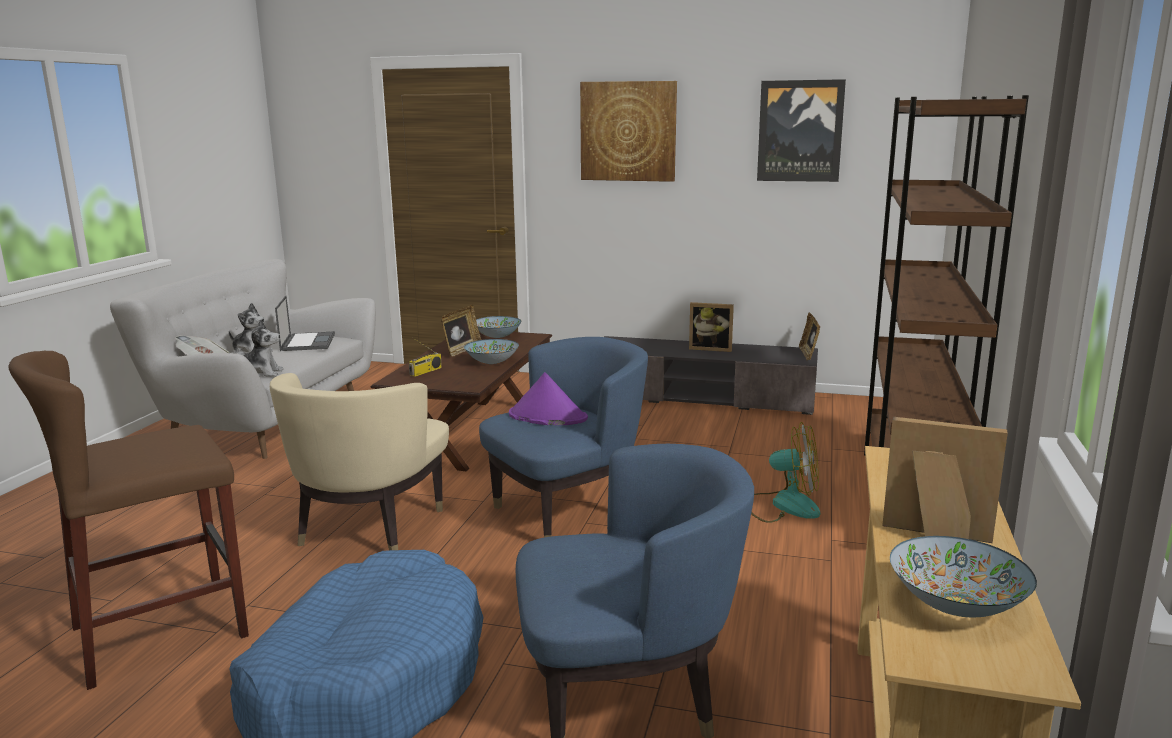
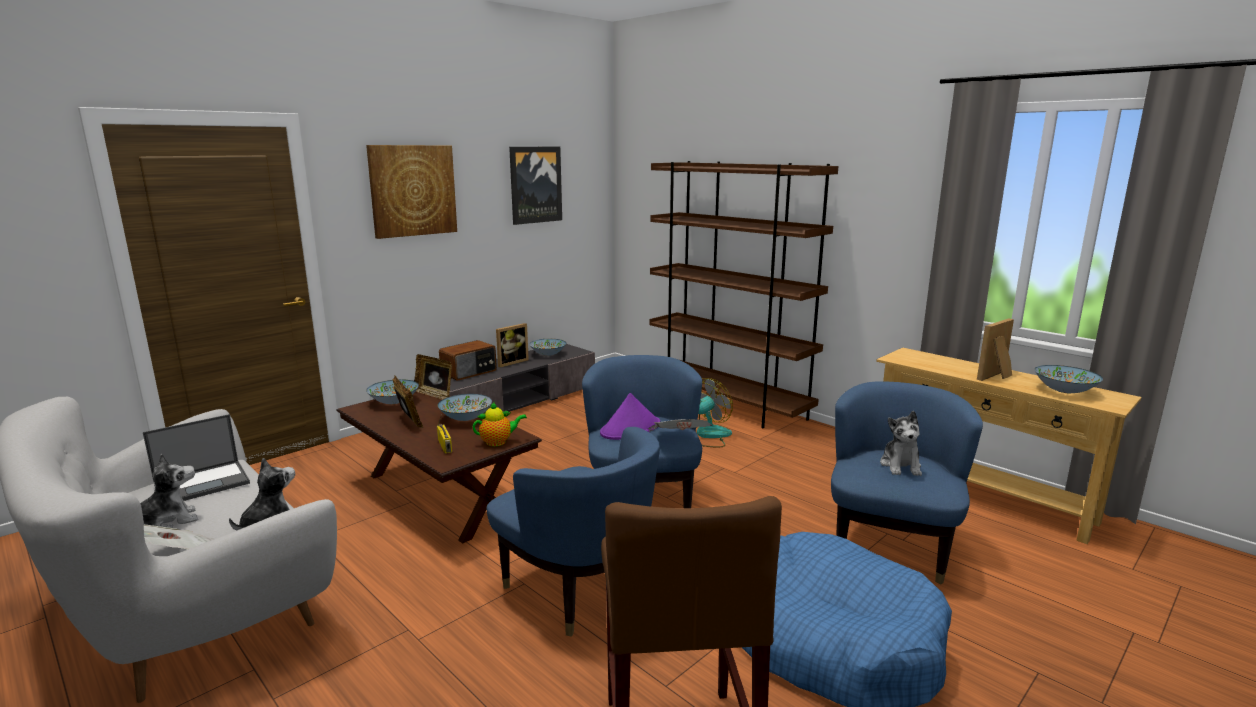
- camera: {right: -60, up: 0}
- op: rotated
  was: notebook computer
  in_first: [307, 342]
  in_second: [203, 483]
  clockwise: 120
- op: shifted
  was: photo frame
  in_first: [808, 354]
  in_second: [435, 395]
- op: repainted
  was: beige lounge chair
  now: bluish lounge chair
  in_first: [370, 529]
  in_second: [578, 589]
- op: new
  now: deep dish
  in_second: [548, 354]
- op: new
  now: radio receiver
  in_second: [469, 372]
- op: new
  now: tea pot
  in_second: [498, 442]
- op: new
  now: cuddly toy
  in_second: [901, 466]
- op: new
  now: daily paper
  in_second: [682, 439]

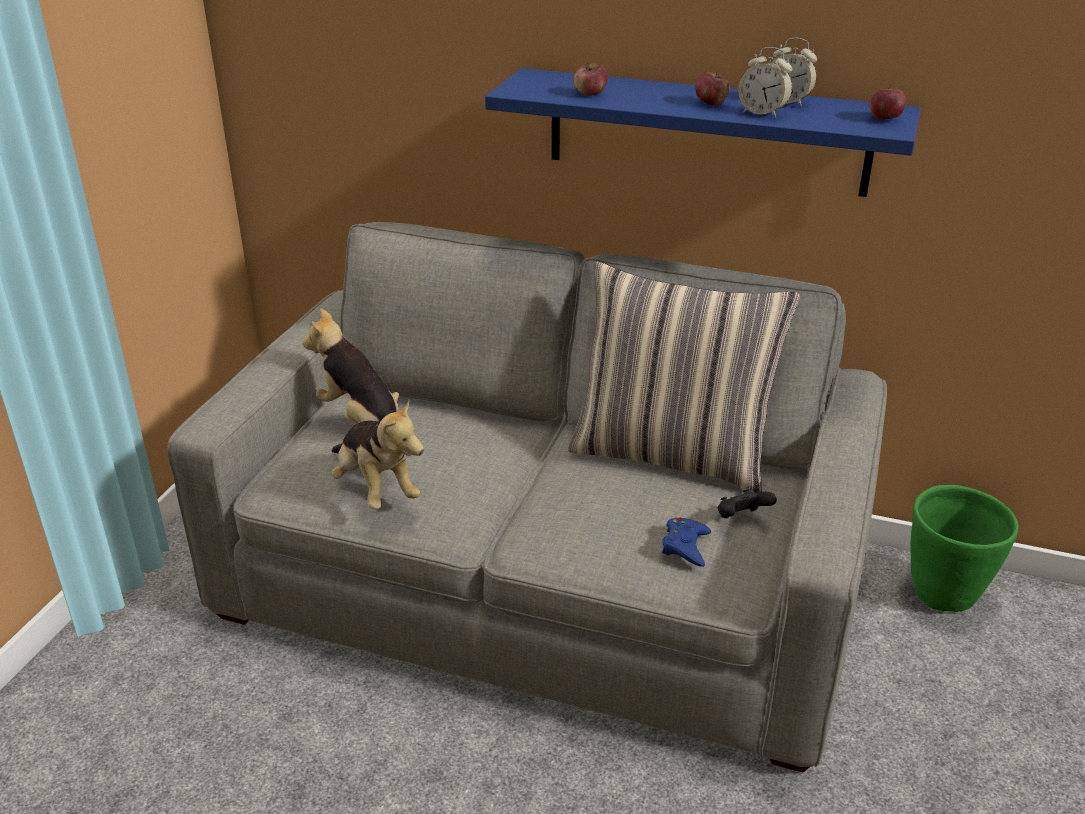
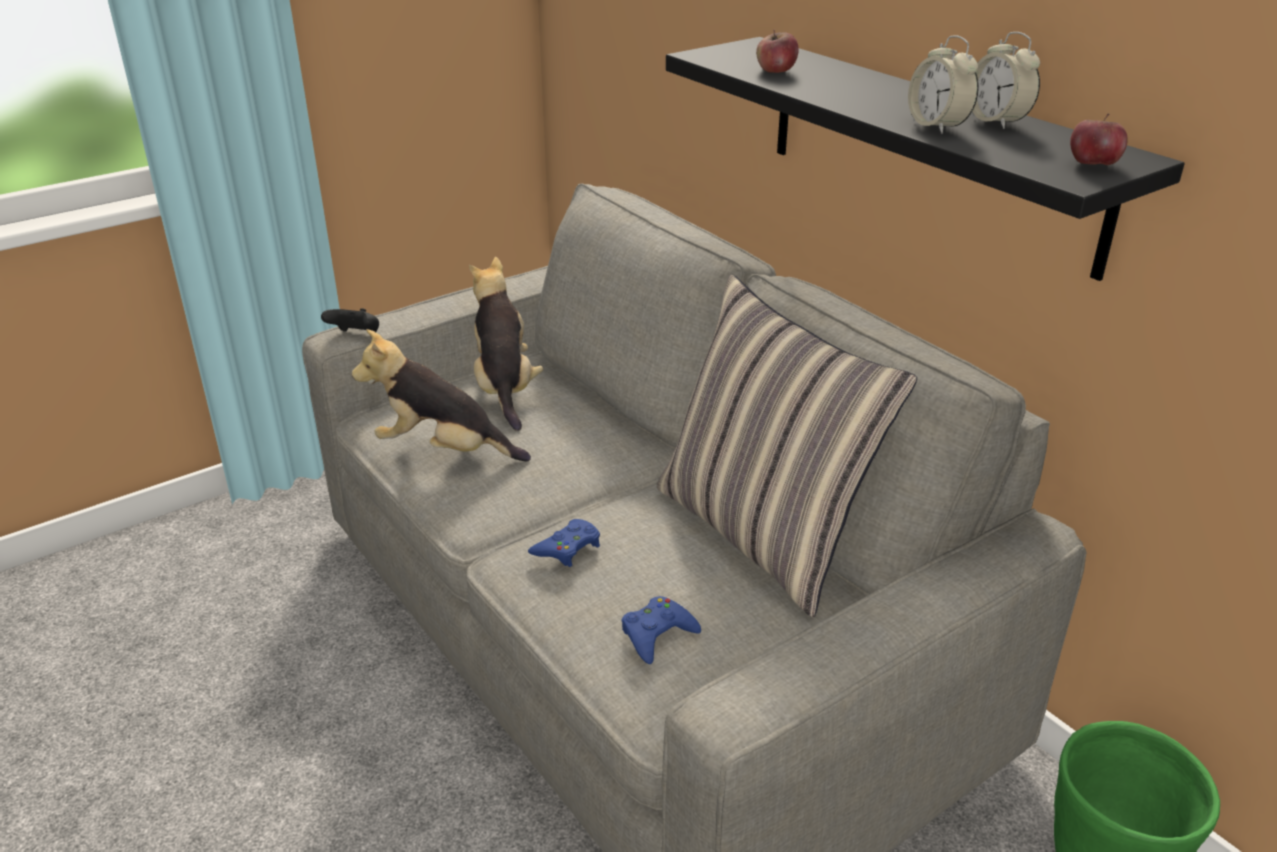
- camera: {right: 35, up: 0}
- op: repainted
  was: bluish shelf
  now: black-coloured shelf
  in_first: [707, 132]
  in_second: [928, 150]
- op: gone
  was: whole apple
  in_first: [711, 103]
- op: rotated
  was: cuddly toy
  in_first: [375, 488]
  in_second: [443, 450]
  clockwise: 105
- op: shifted
  was: black-coloured game controller
  in_first: [741, 518]
  in_second: [356, 336]
- op: new
  now: bluish game controller
  in_second: [567, 548]

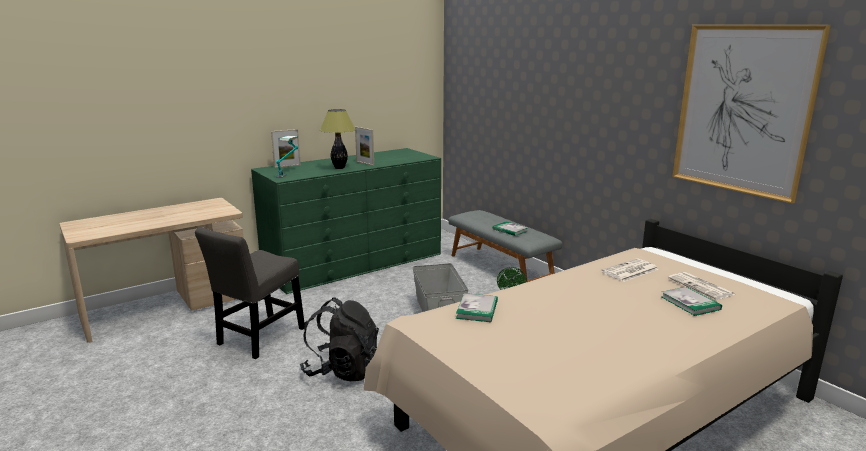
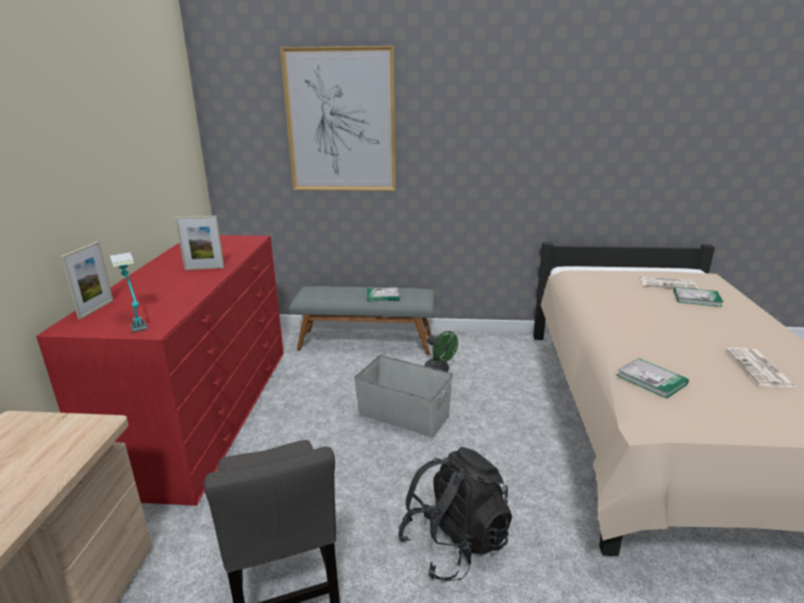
- camera: {right: -50, up: 5}
- op: shifted
  was: wall picture
  in_first: [742, 110]
  in_second: [341, 121]
- op: gone
  was: tabletop lamp
  in_first: [339, 168]
- op: repainted
  was: green chest of drawers
  now: red-coloured chest of drawers
  in_first: [354, 262]
  in_second: [206, 412]
- op: shifted
  was: daily paper
  in_first: [630, 271]
  in_second: [760, 369]

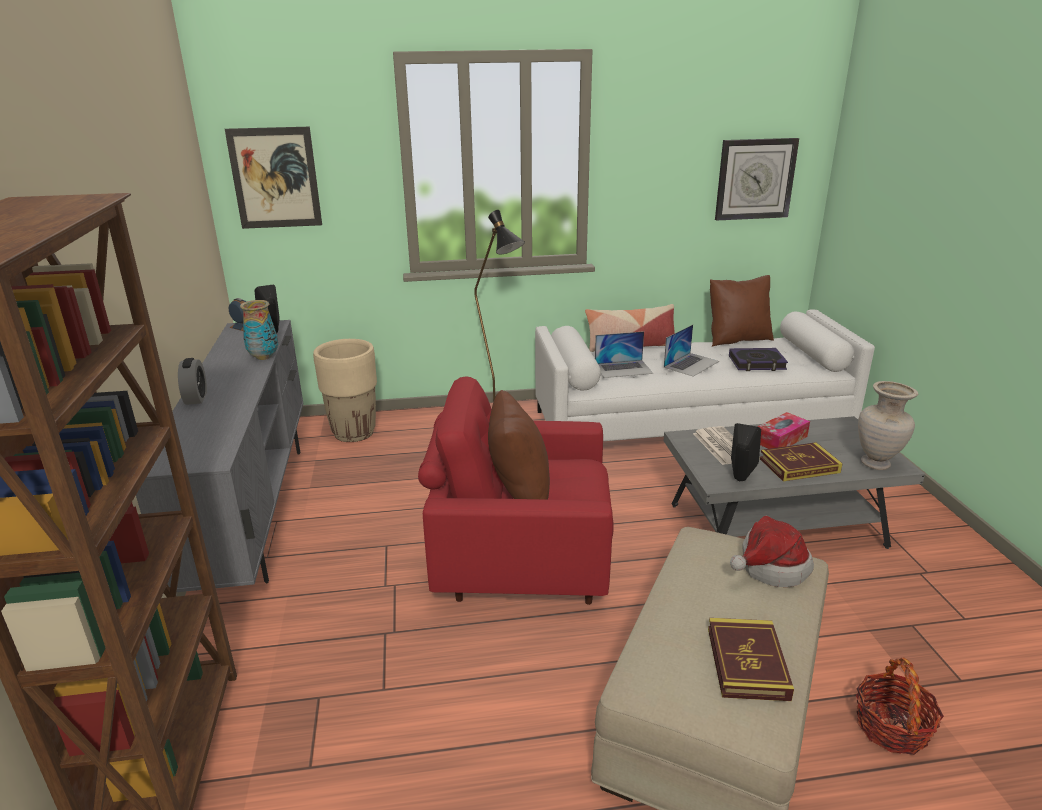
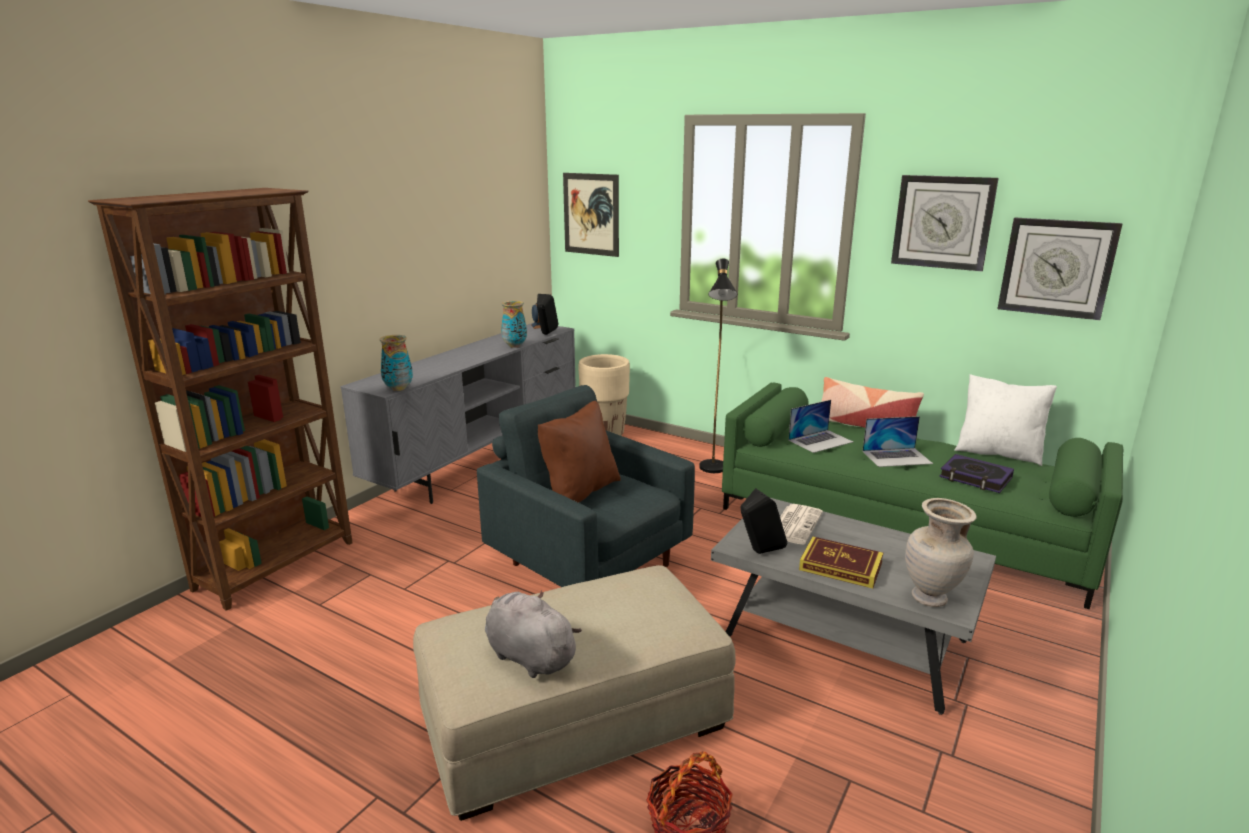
- camera: {right: 40, up: -5}
- op: repainted
  was: brownish cushion
  now: white cushion
  in_first: [737, 339]
  in_second: [998, 453]
- op: repainted
  was: white sofa
  now: green sofa
  in_first: [690, 422]
  in_second: [901, 527]
- op: rotated
  was: notebook computer
  in_first: [623, 369]
  in_second: [820, 441]
  clockwise: -60
- op: gone
  was: alarm clock
  in_first: [196, 398]
- op: repainted
  was: red-coloured lounge chair
  now: gray lounge chair
  in_first: [521, 562]
  in_second: [588, 562]
- op: gone
  was: tissue holder
  in_first: [780, 439]
- op: gone
  was: hat
  in_first: [769, 567]
- op: swapped
  was: bound book
  now: gray cuddly toy
  in_first: [747, 663]
  in_second: [528, 655]
- op: new
  now: clock on the wall
  in_second: [942, 222]
- op: new
  now: flower vase
  in_second: [398, 388]

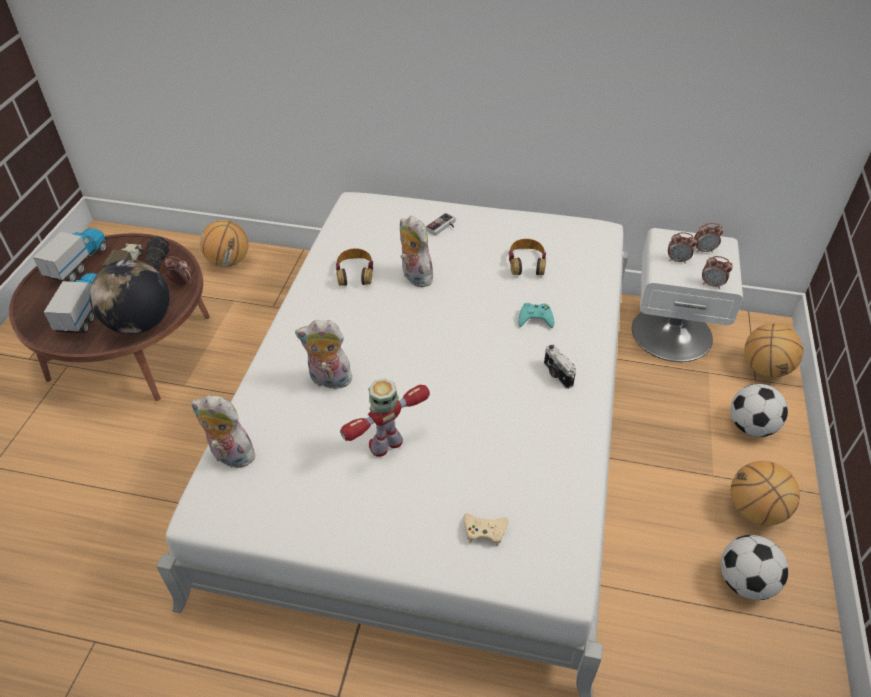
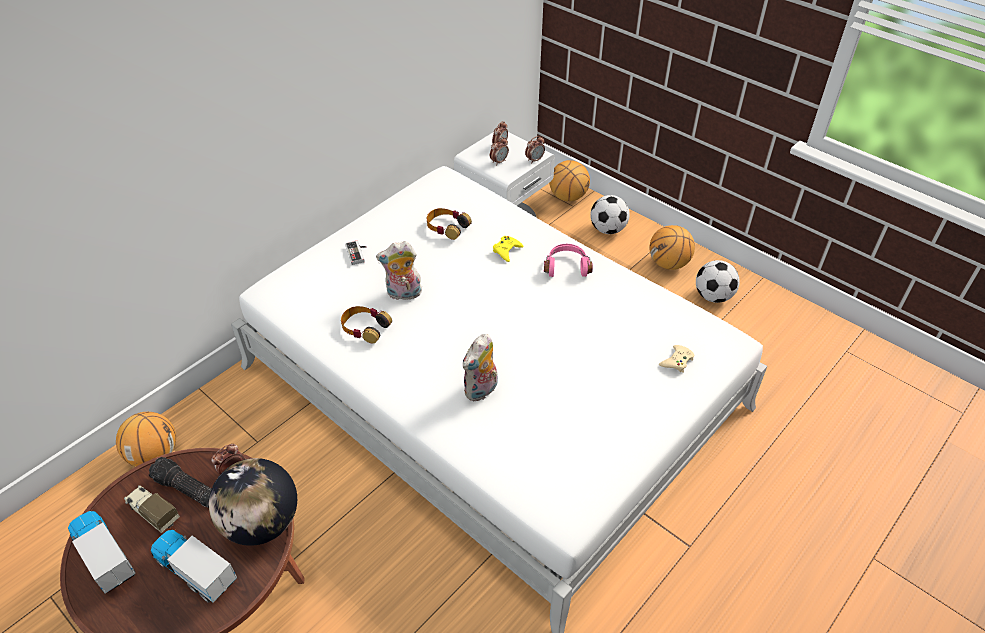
- camera: {right: -60, up: 0}
- op: repainted
  was: turquoise game controller
  now: yellow-coloured game controller
  in_first: [535, 318]
  in_second: [506, 250]
- op: swapped
  was: photo camera
  now: pink-coloured headphones
  in_first: [557, 375]
  in_second: [566, 266]
- op: gone
  was: robot figure
  in_first: [386, 444]
- op: gone
  was: cuddly toy
  in_first: [230, 456]

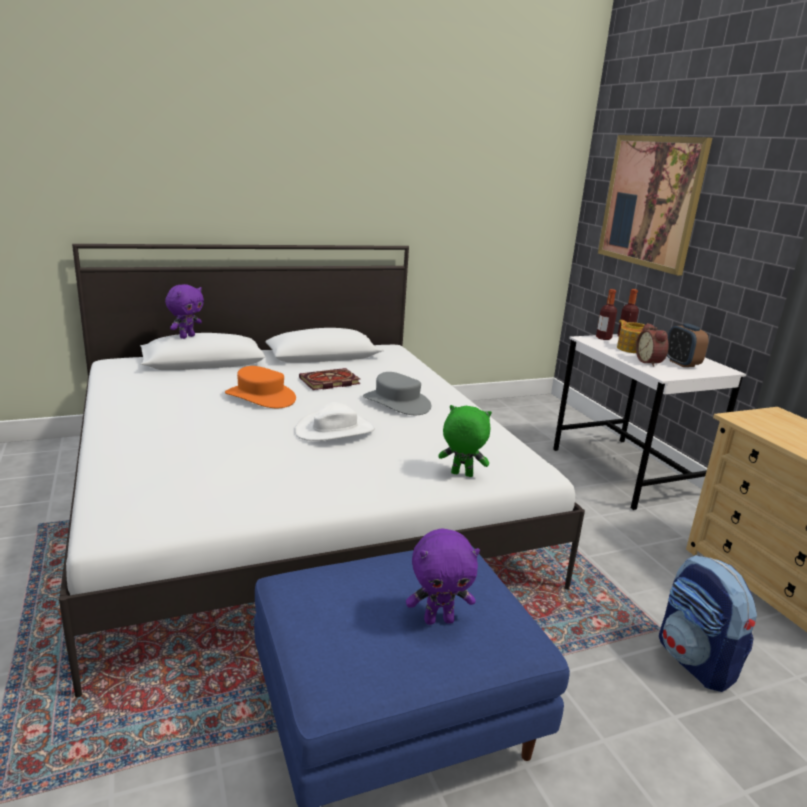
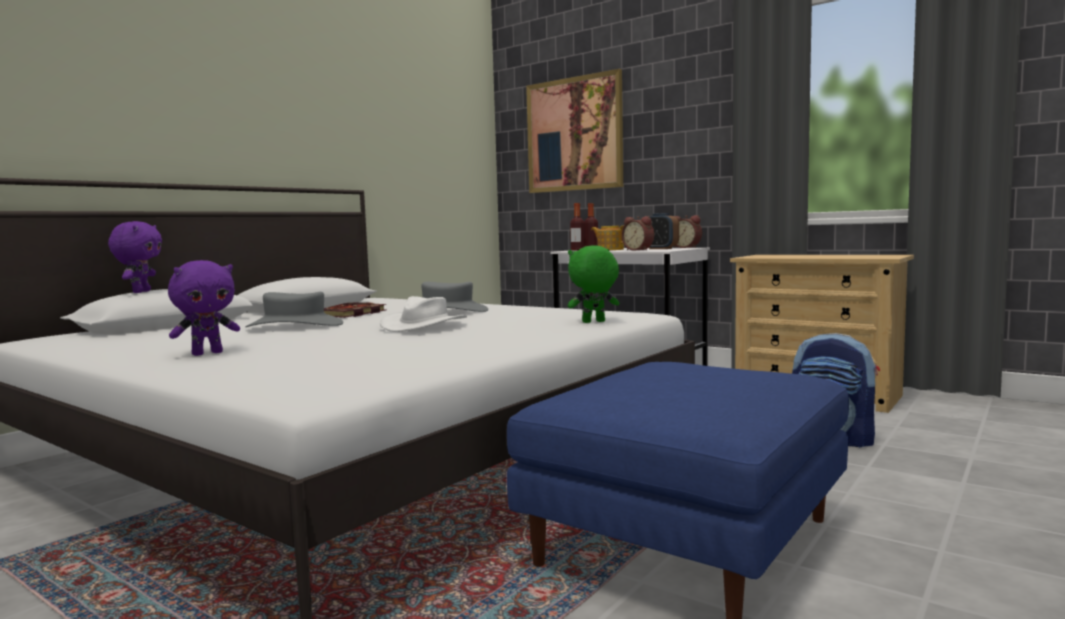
- camera: {right: -30, up: -15}
- op: repainted
  was: orange-coloured hat
  now: gray hat
  in_first: [261, 397]
  in_second: [295, 325]
- op: shifted
  was: purple-coloured cuddly toy
  in_first: [439, 619]
  in_second: [207, 353]
- op: new
  now: alarm clock
  in_second: [686, 247]

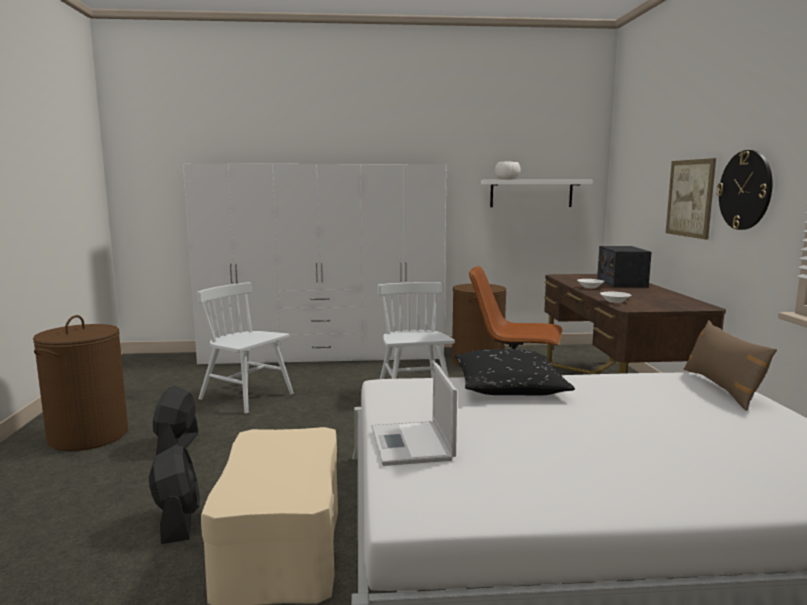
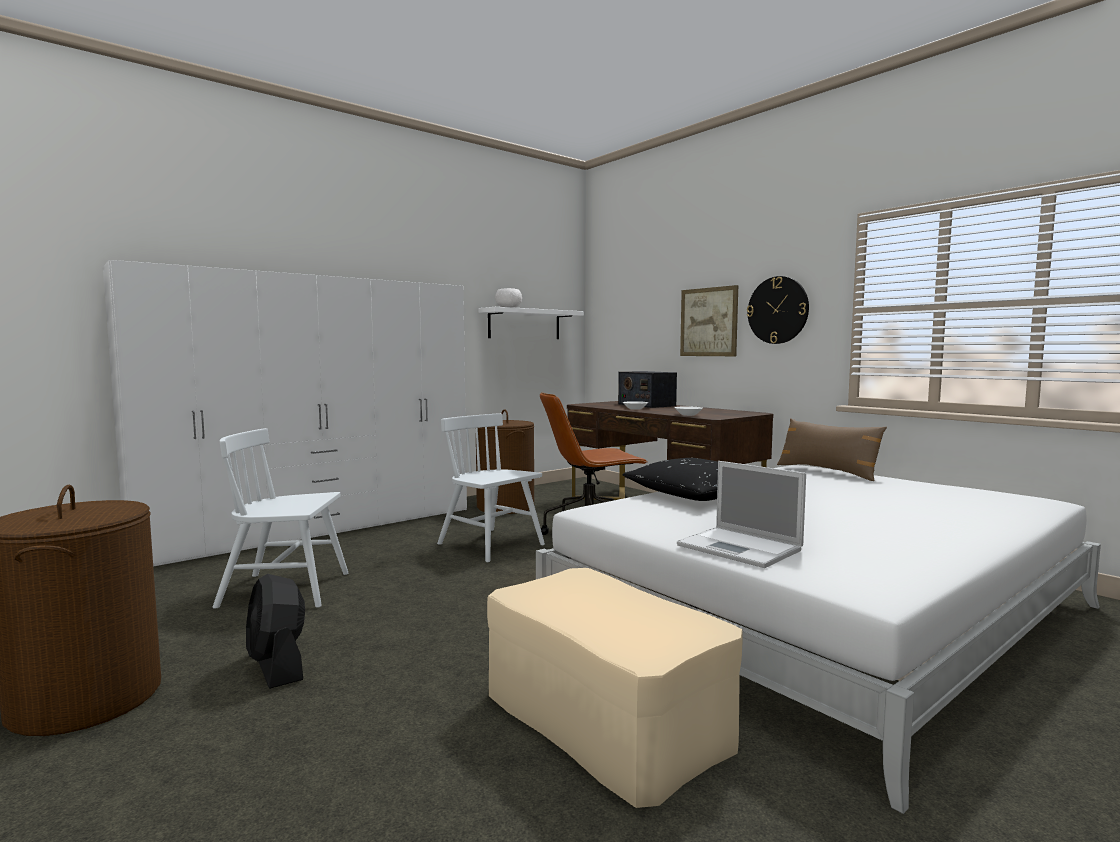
- camera: {right: -35, up: -5}
- op: gone
  was: black-coloured fan
  in_first: [177, 521]

